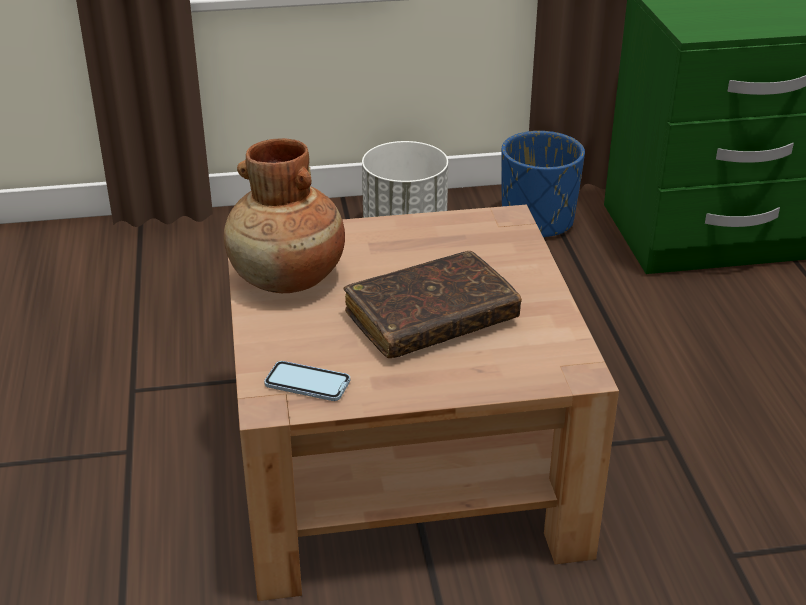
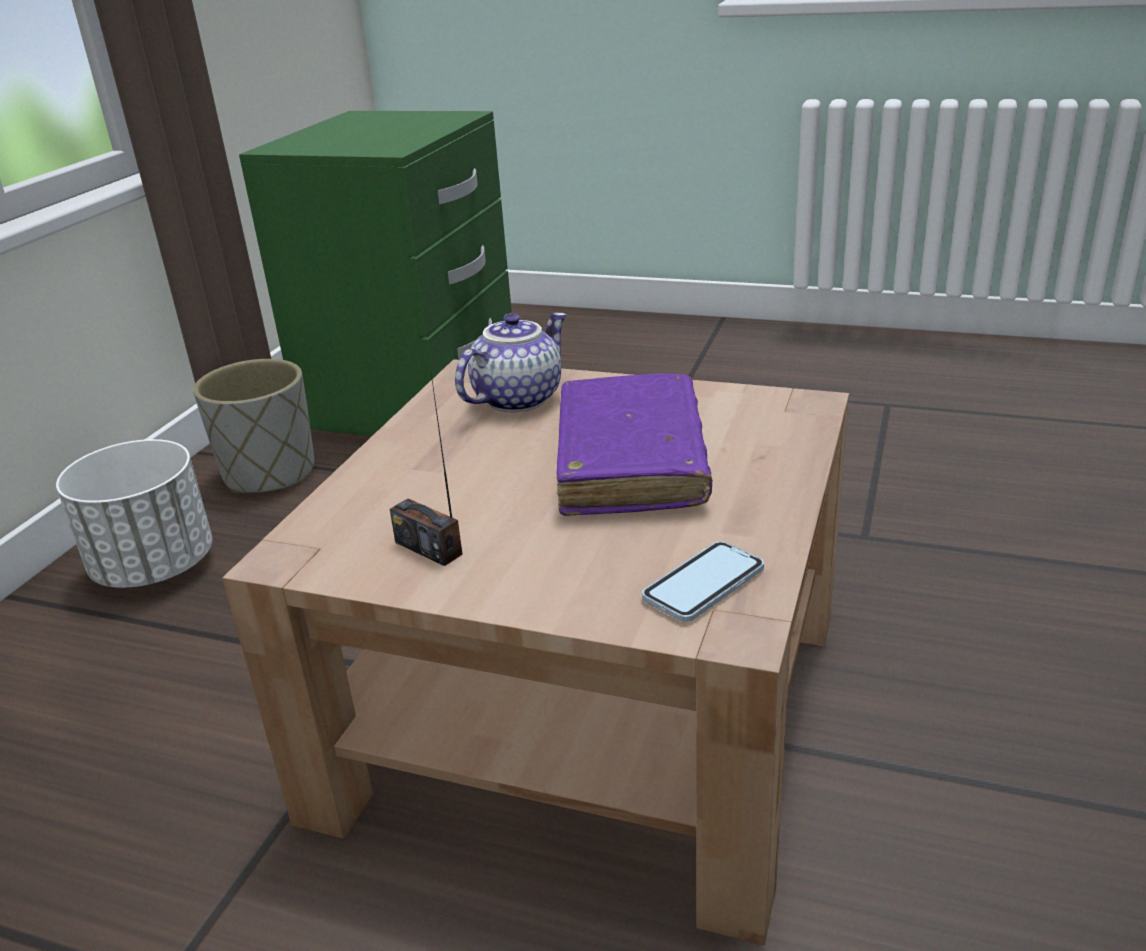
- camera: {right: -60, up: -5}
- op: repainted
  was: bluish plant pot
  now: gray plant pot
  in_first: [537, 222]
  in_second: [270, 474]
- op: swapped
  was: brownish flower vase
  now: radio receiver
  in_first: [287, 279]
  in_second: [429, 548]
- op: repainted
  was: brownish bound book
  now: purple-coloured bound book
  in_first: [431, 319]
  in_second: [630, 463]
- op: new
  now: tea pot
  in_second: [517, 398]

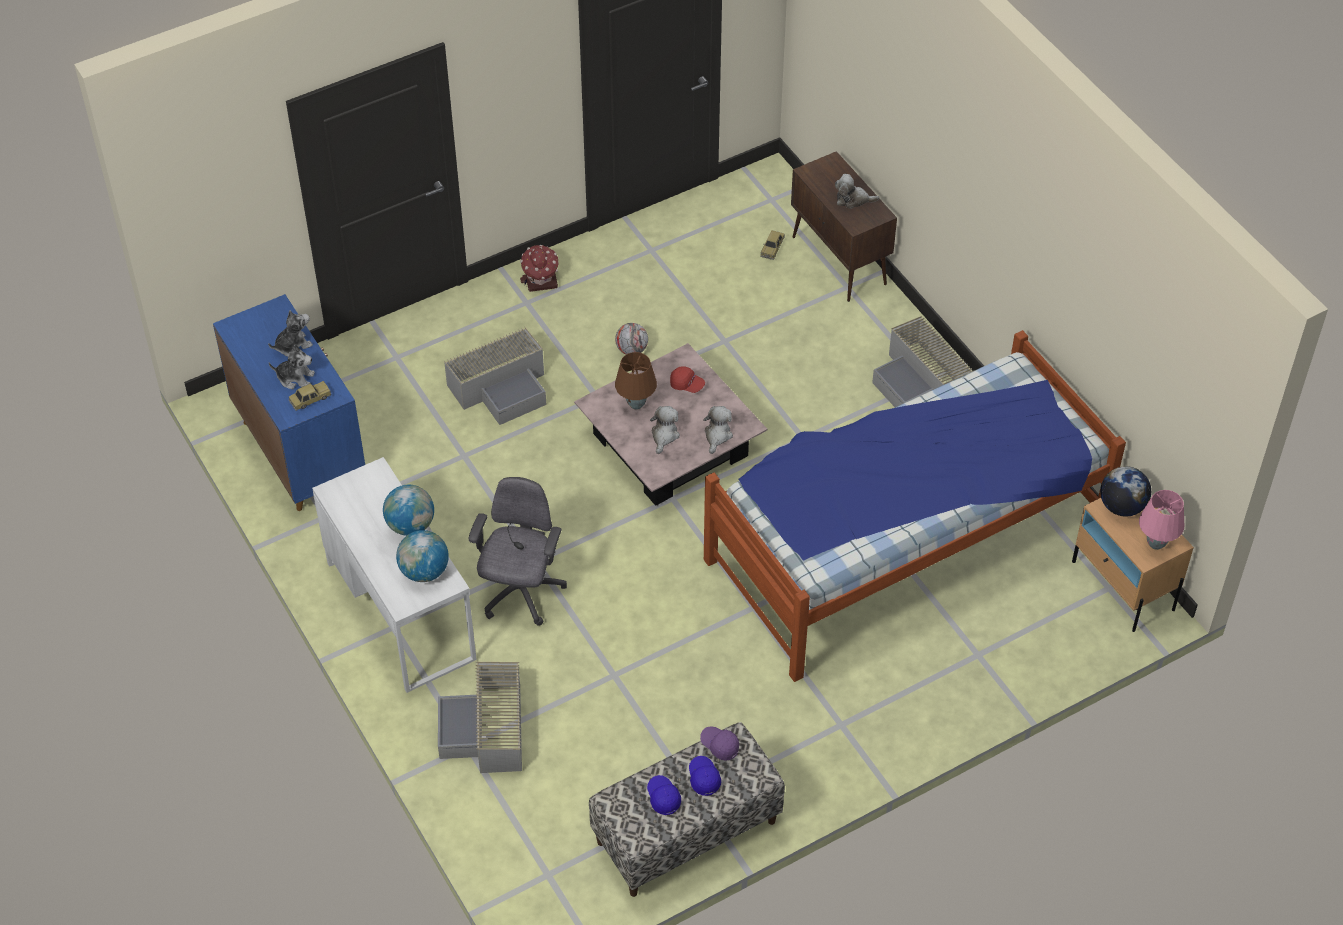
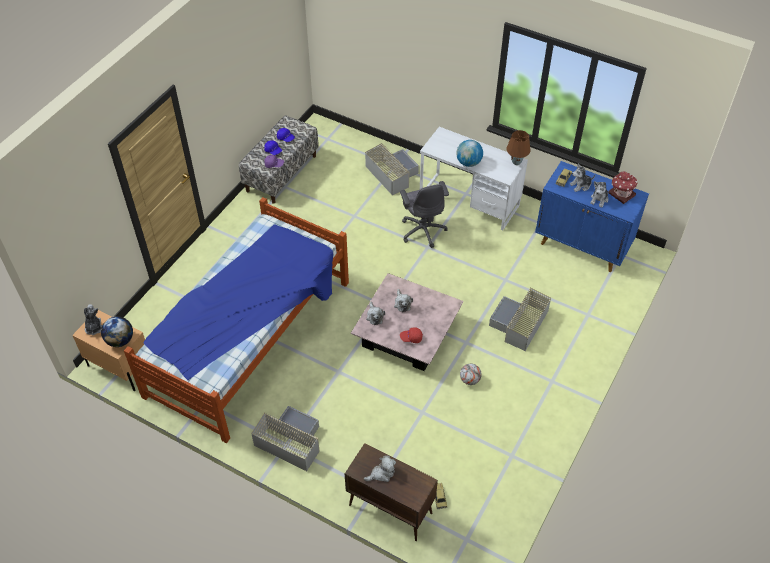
- camera: {right: 150, up: 0}
- op: shifted
  was: toy house
  in_first: [540, 280]
  in_second: [621, 194]
- op: shifted
  was: brownish tabletop lamp
  in_first: [635, 404]
  in_second: [516, 162]
- op: swapped
  was: pink-coloured tabletop lamp
  now: cuddly toy
  in_first: [1156, 543]
  in_second: [94, 328]
- op: gone
  was: desk globe
  in_first: [424, 571]

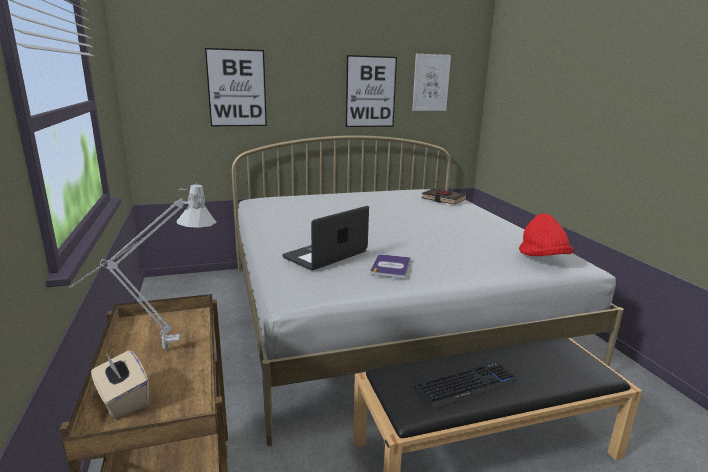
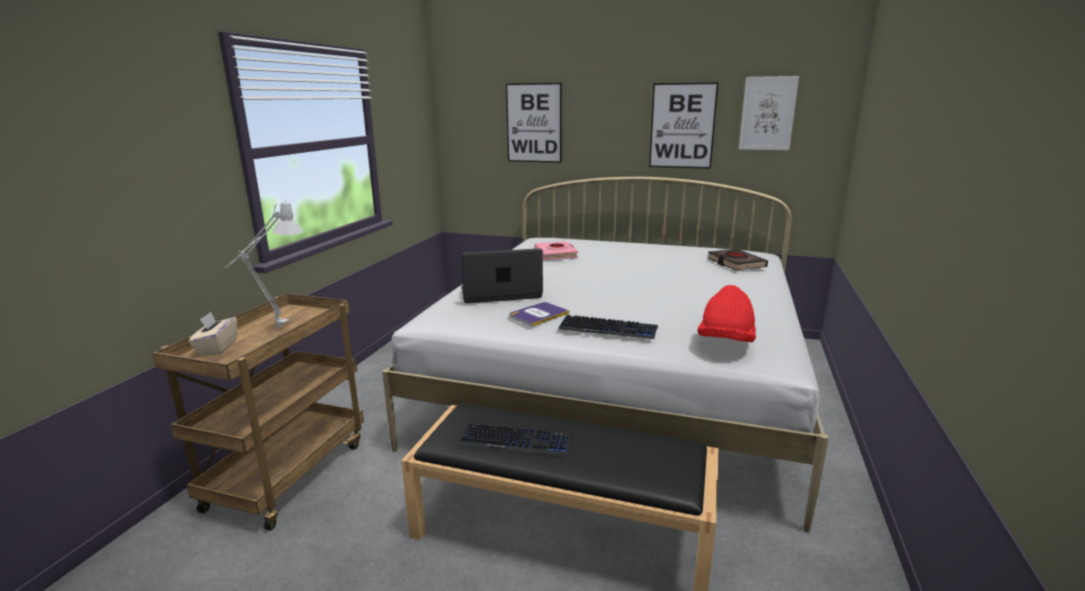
- camera: {right: 35, up: 0}
- op: new
  now: pink-coloured bound book
  in_second: [556, 254]
- op: new
  now: computer keyboard
  in_second: [608, 329]

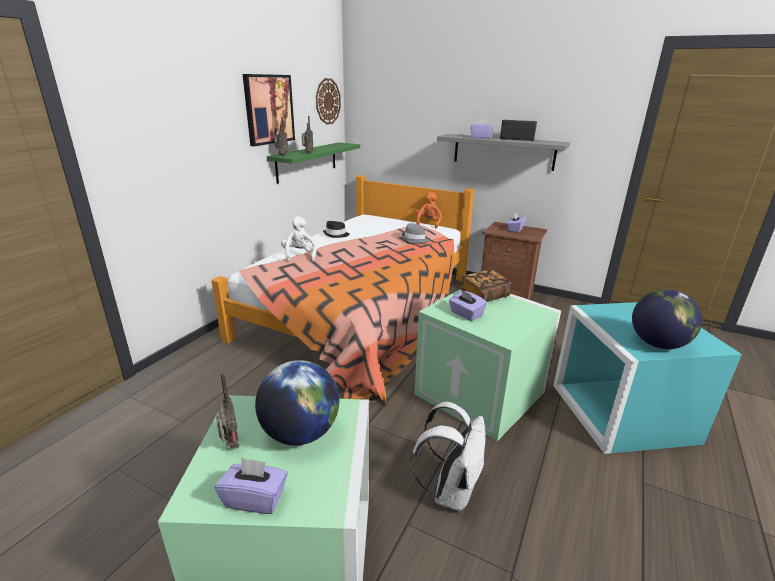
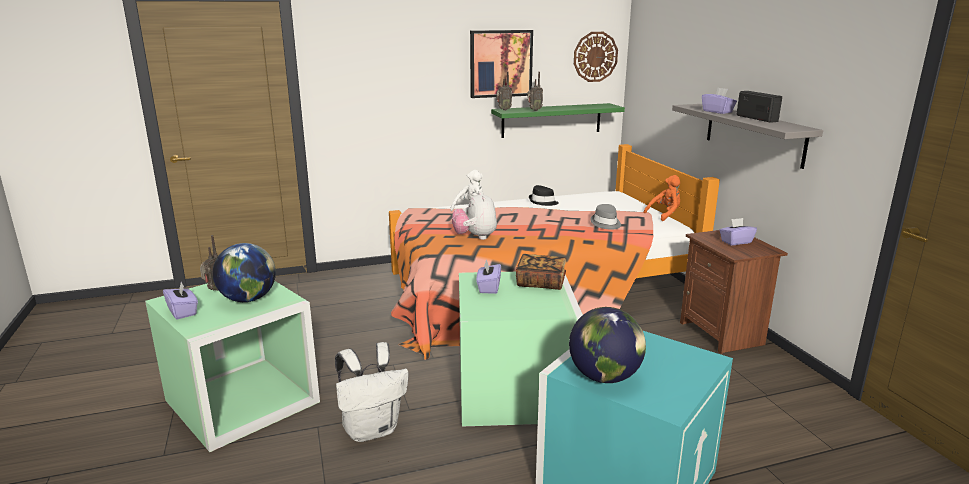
- camera: {right: 45, up: -5}
- op: new
  now: cuddly toy
  in_second: [475, 237]

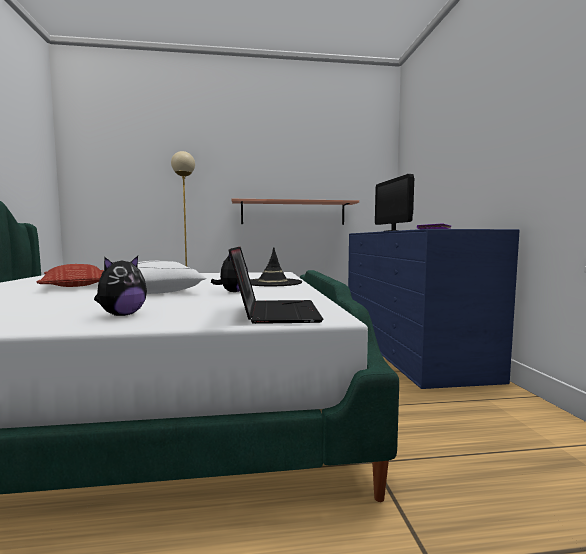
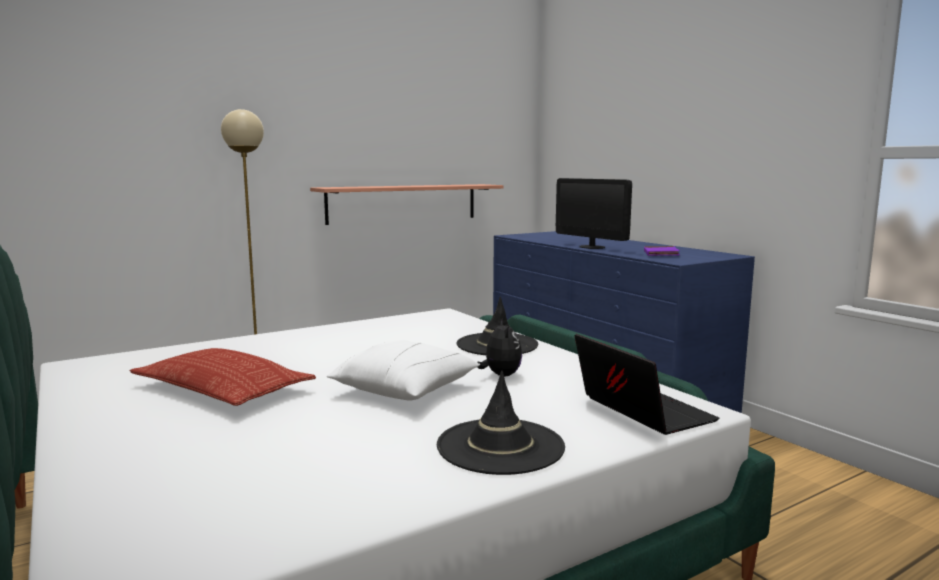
- camera: {right: -25, up: 5}
- op: swapped
  was: cuddly toy
  now: black-coloured hat
  in_first: [122, 315]
  in_second: [500, 446]

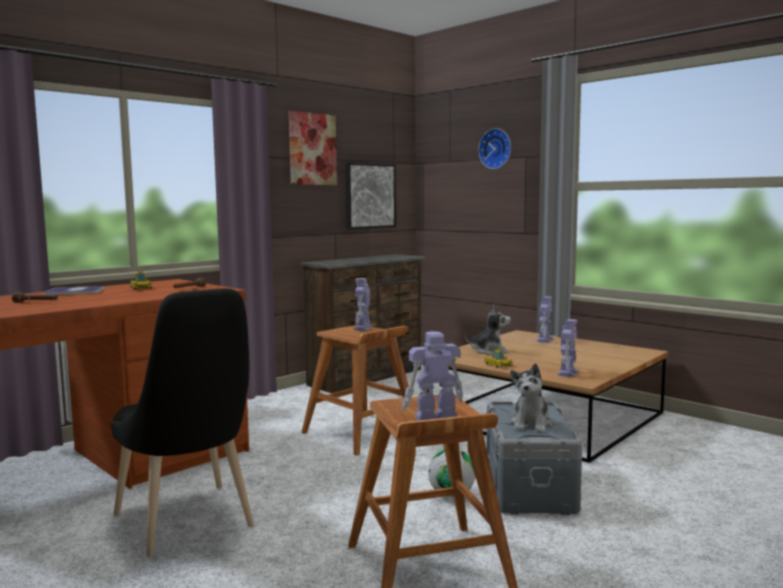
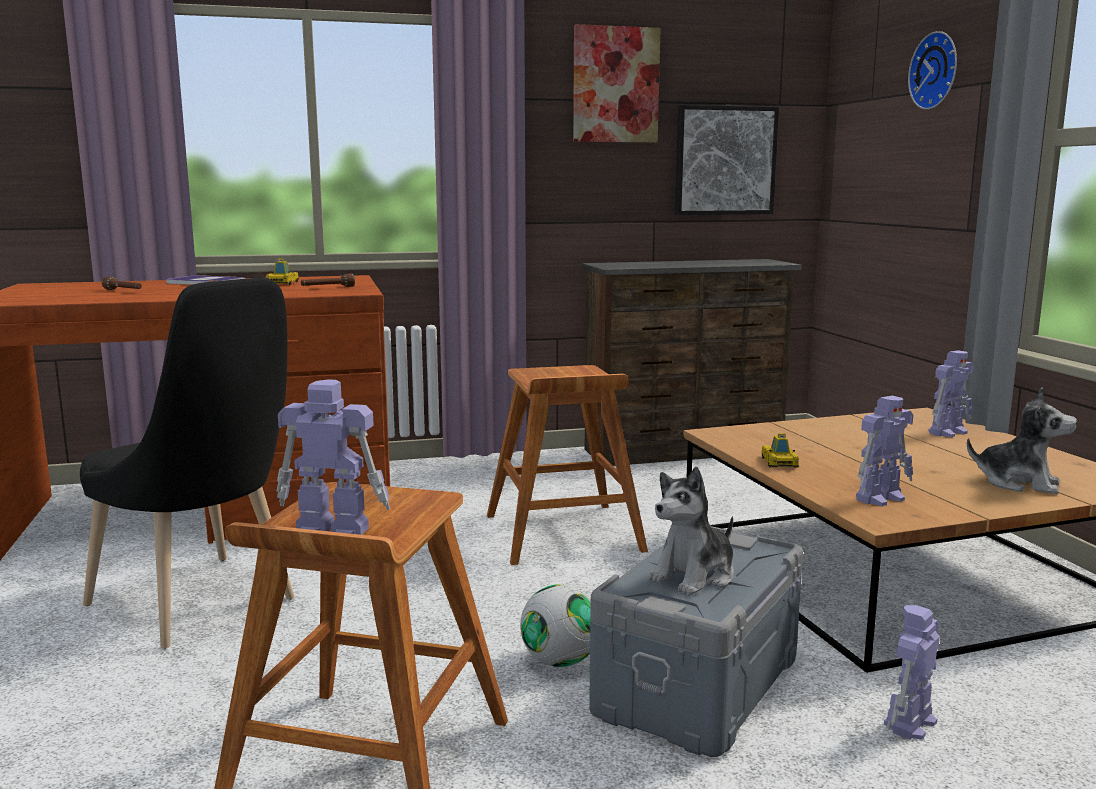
- camera: {right: 30, up: 5}
- op: shifted
  was: robot figure
  in_first: [362, 328]
  in_second: [909, 724]
- op: rotated
  was: black-coloured chair
  in_first: [188, 524]
  in_second: [201, 605]
  clockwise: -45
- op: shifted
  was: cuddly toy
  in_first: [489, 351]
  in_second: [1018, 483]

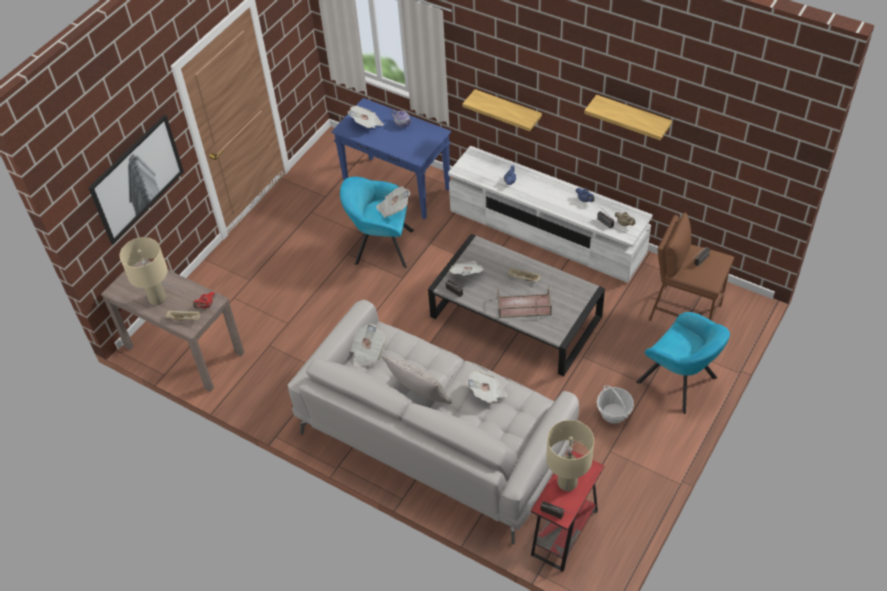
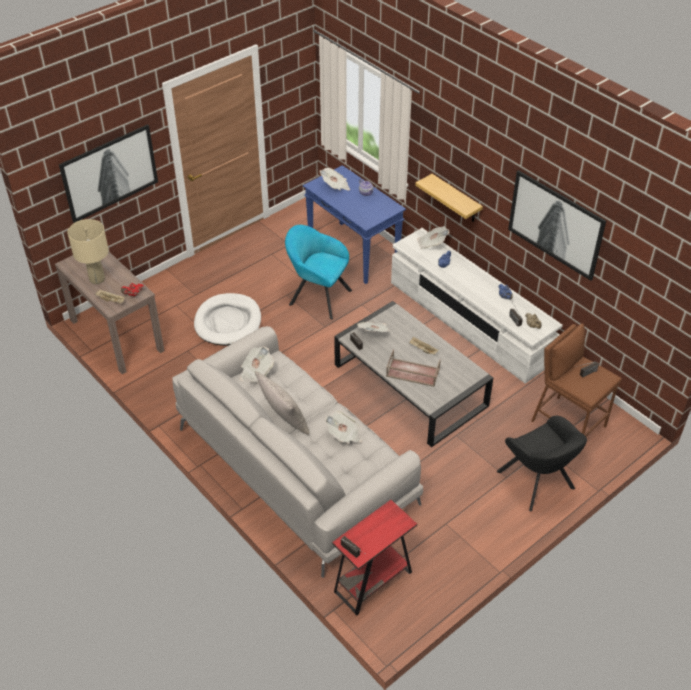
- camera: {right: 15, up: -5}
- op: swapped
  was: shelf
  now: wall picture
  in_first: [632, 118]
  in_second: [556, 224]
- op: shifted
  was: daily paper
  in_first: [393, 208]
  in_second: [431, 244]
- op: repainted
  was: turquoise lounge chair
  now: black-coloured lounge chair
  in_first: [680, 382]
  in_second: [538, 483]
- op: gone
  was: basket
  in_first: [613, 413]
- op: gone
  was: beige tabletop lamp
  in_first: [567, 483]
- op: new
  now: white pet bed
  in_second: [228, 322]

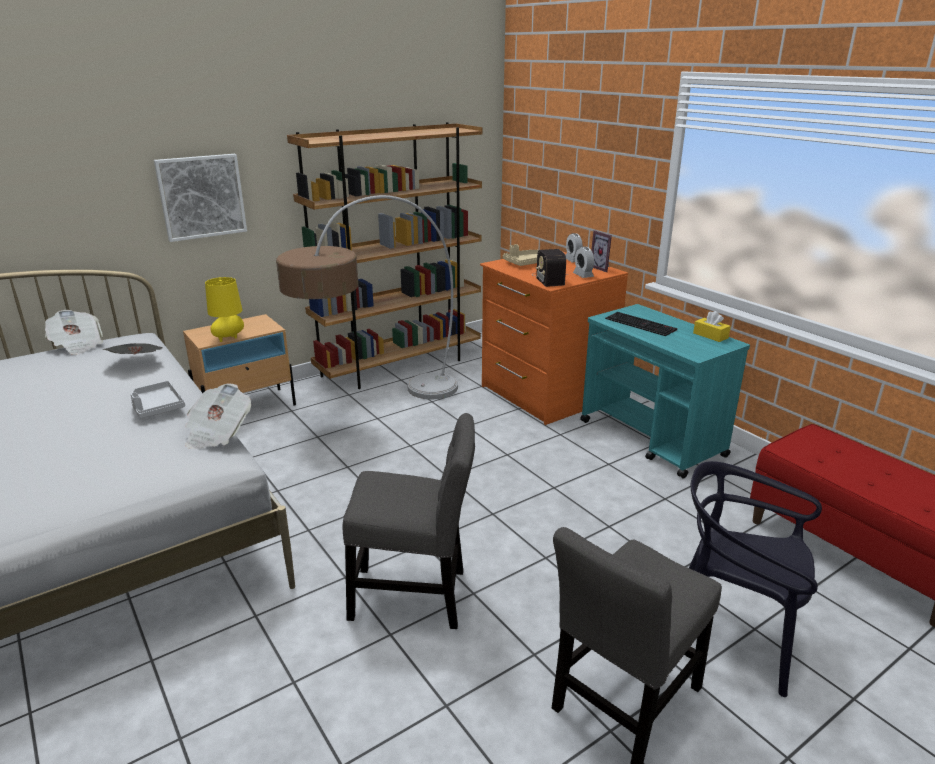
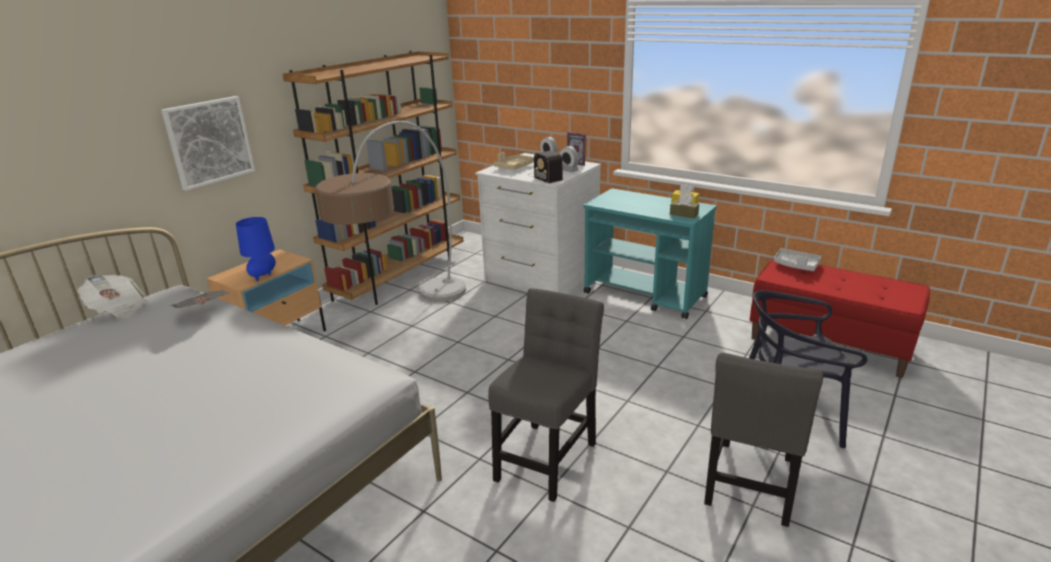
- camera: {right: -20, up: 0}
- op: repainted
  was: orange-coloured chest of drawers
  now: white chest of drawers
  in_first: [545, 393]
  in_second: [541, 277]
- op: repainted
  was: yellow-coloured tabletop lamp
  now: bluish tabletop lamp
  in_first: [229, 338]
  in_second: [263, 276]
- op: gone
  was: computer keyboard
  in_first: [641, 324]
- op: shifted
  was: gray tray
  in_first: [157, 407]
  in_second: [796, 265]
- op: gone
  was: daily paper
  in_first: [217, 433]
- op: rotated
  was: gray chair
  in_first: [415, 596]
  in_second: [547, 457]
  clockwise: -45
- op: new
  now: brownish tissue holder
  in_second: [684, 214]

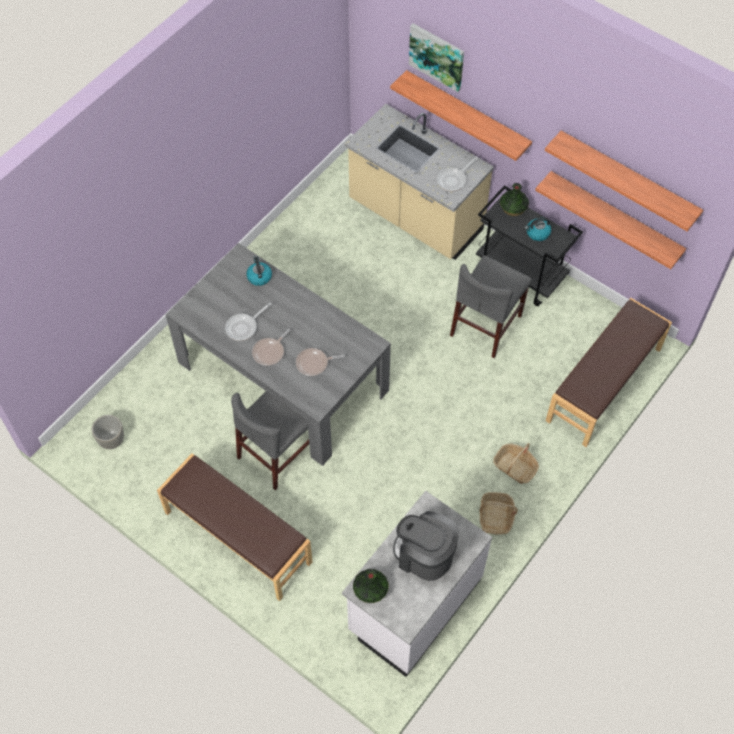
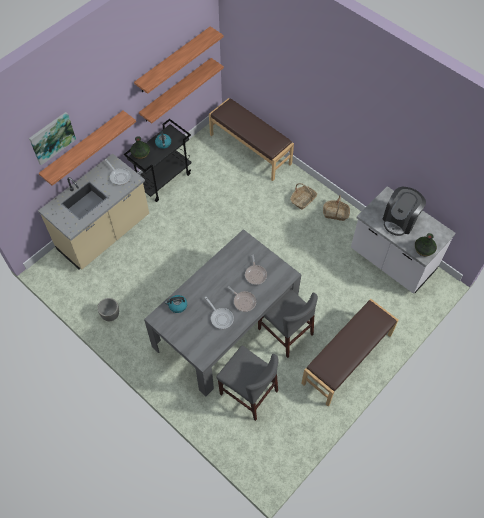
- camera: {right: -85, up: 0}
- op: shifted
  was: gray chair
  in_first: [486, 325]
  in_second: [248, 392]
- op: shifted
  was: gray plant pot
  in_first: [112, 440]
  in_second: [110, 315]

